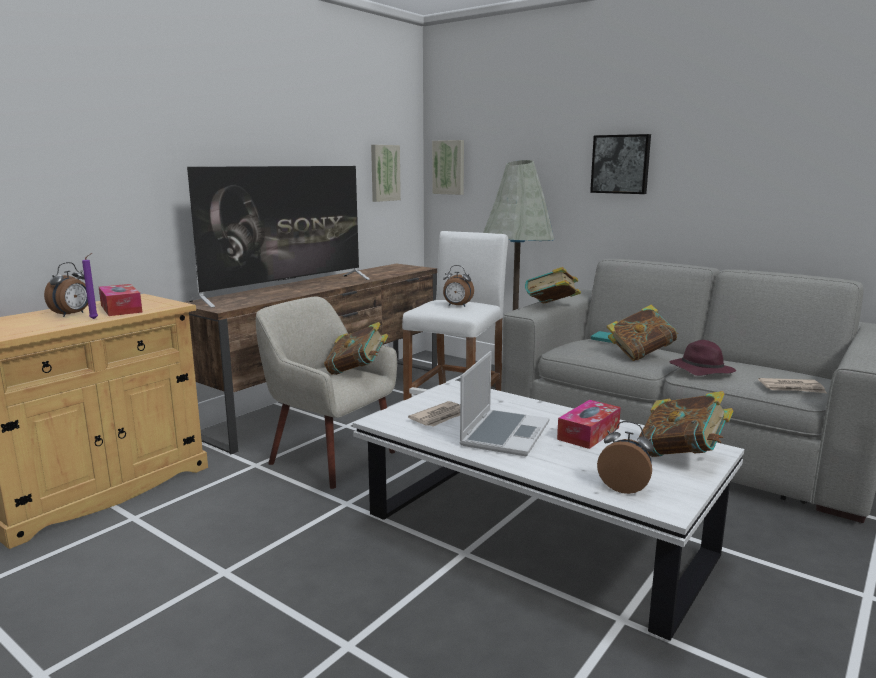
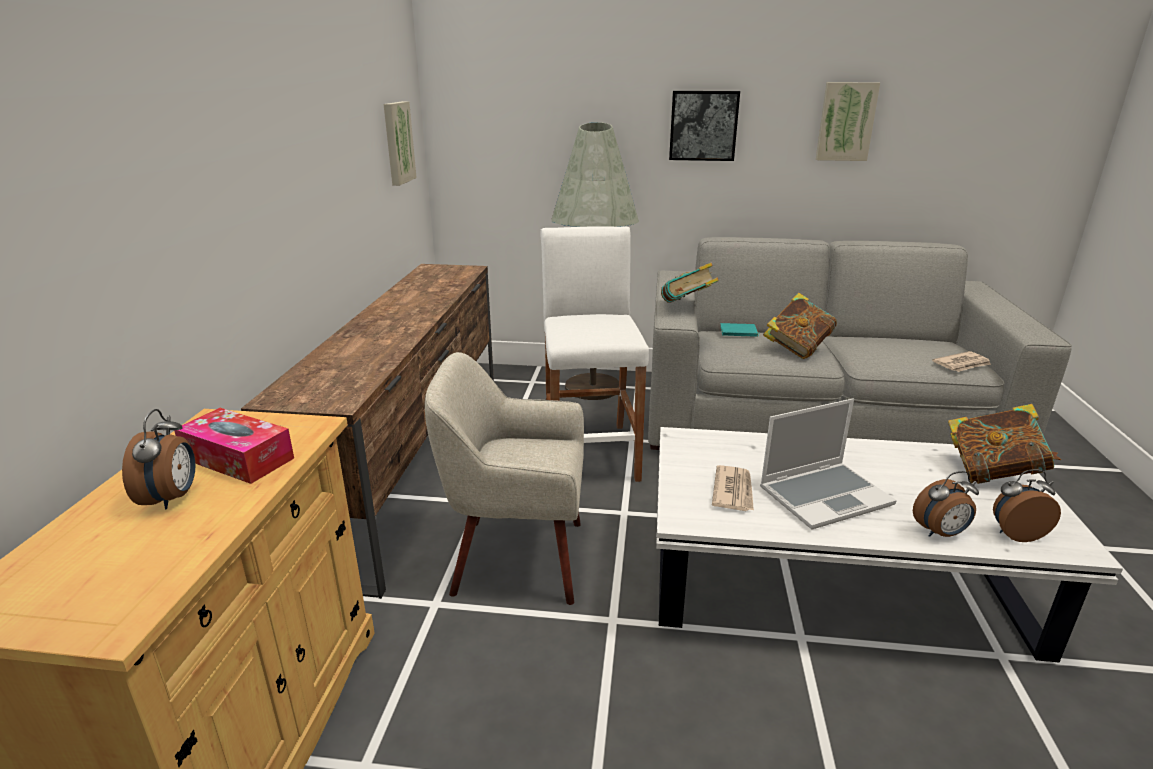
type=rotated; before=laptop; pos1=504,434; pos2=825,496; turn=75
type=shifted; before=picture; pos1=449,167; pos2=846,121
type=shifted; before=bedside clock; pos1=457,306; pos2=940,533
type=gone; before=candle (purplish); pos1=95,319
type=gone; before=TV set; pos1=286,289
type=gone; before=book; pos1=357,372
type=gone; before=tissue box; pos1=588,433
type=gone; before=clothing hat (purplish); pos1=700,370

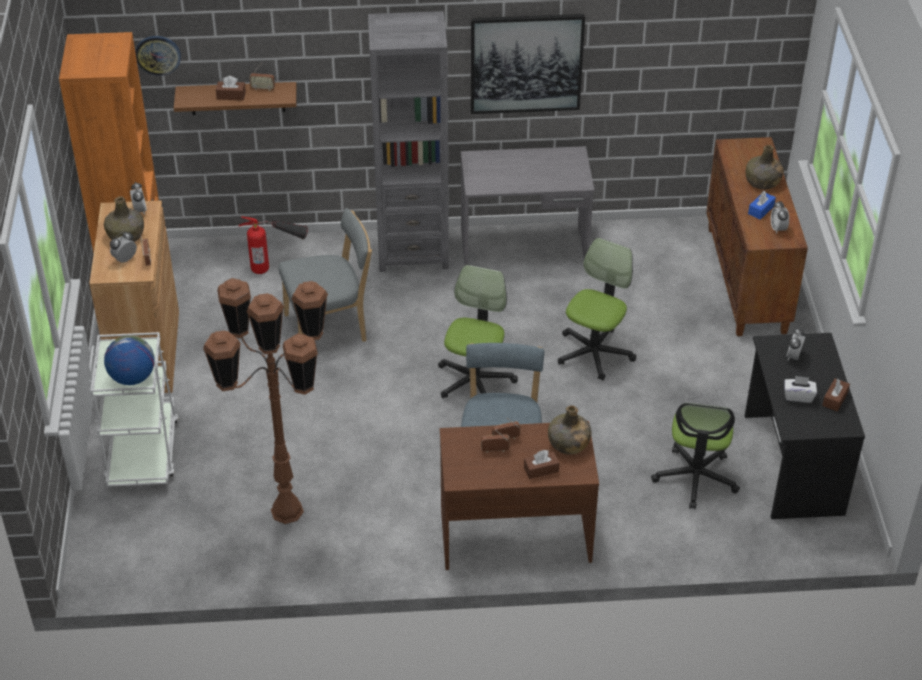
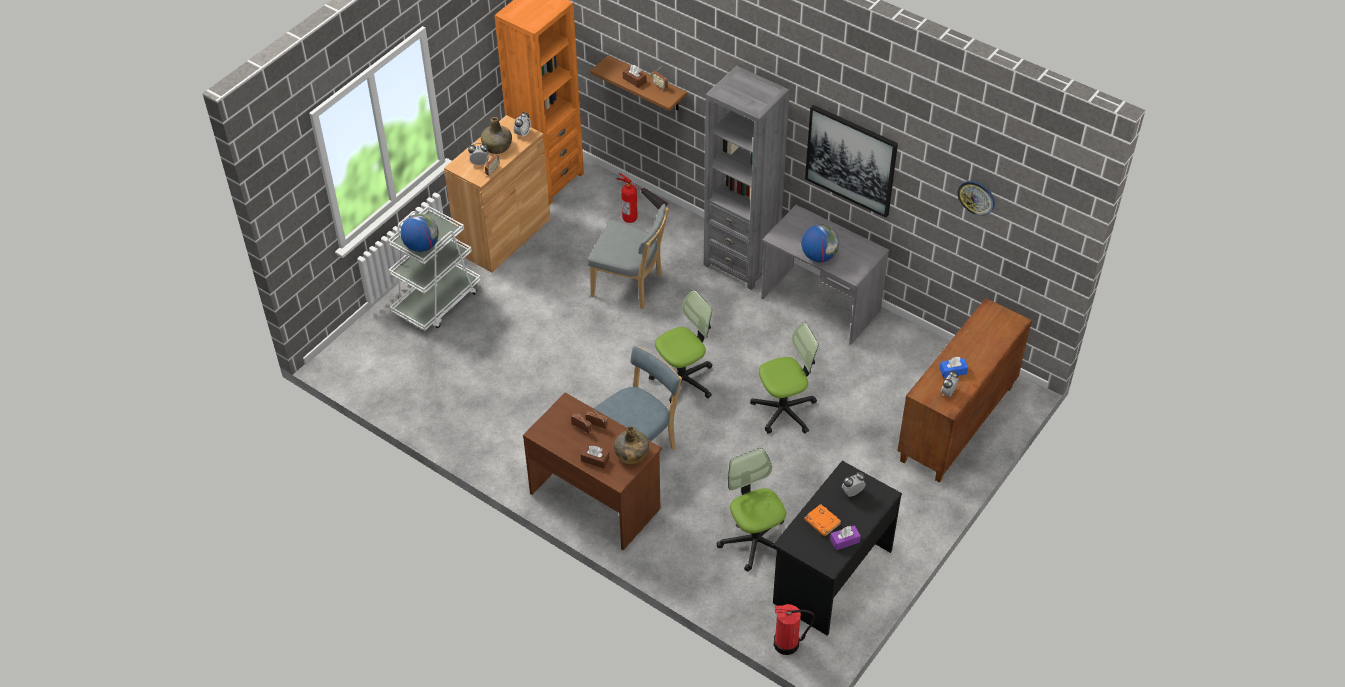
type=rotated; before=office chair; pos1=695,478; pos2=754,541; turn=105
type=new; after=fire extinguisher; pos2=787,644
type=new; after=globe; pos2=819,256
type=swapped; before=tissue box (white); after=book (orange-coloured); pos1=798,396; pos2=821,522
type=repainted; before=tissue box (brown-coloured); after=tissue box (purplish); pos1=835,399; pos2=844,541
type=shifted; before=clock on the wall; pos1=158,54; pos2=976,197
type=gone; before=standard lamp (brown-coloured); pos1=287,512
type=gone; before=bottle (greenish); pos1=762,182

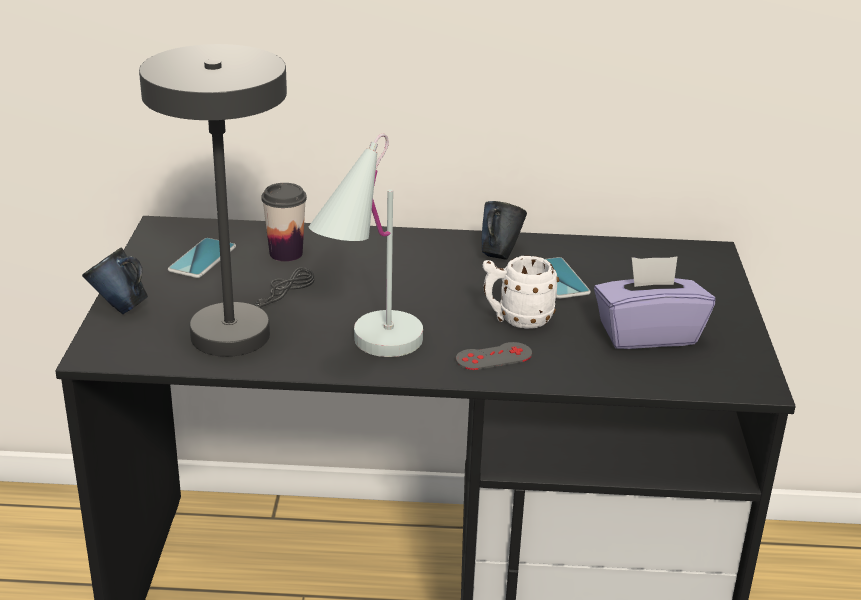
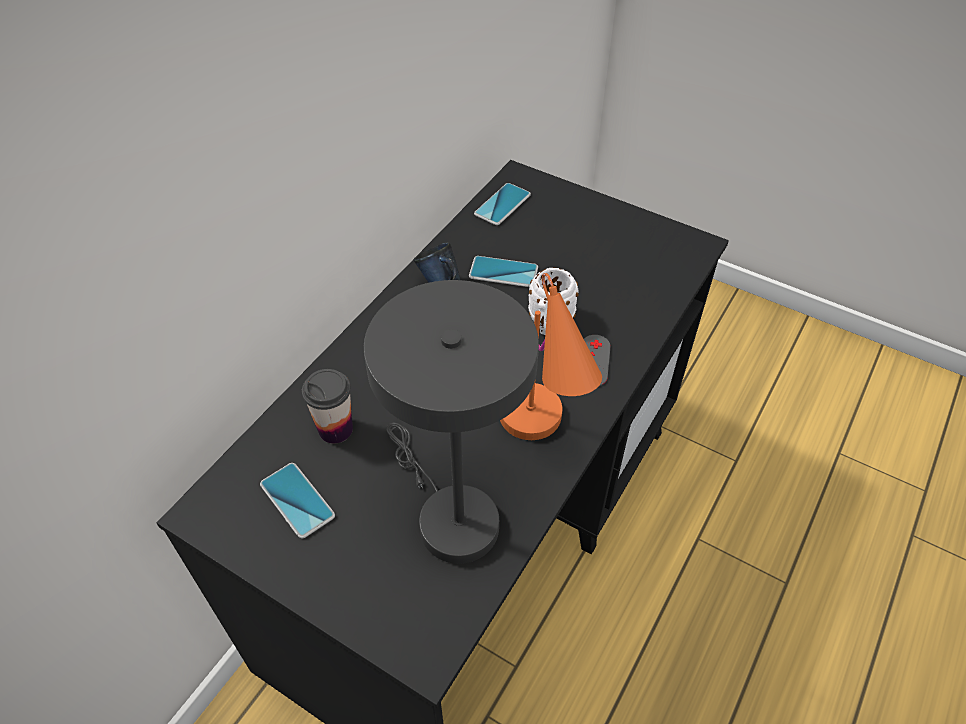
type=new; after=telephone; pos2=502,204
type=repainted; before=lamp for a table (white); after=lamp for a table (orange-coloured); pos1=367,352; pos2=543,437
type=gone; before=mug (blue); pos1=119,308
type=gone; before=tissue box (purplish); pos1=647,334

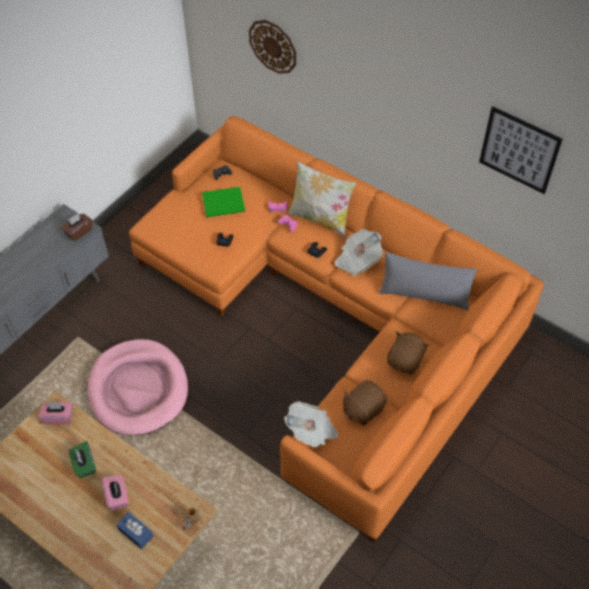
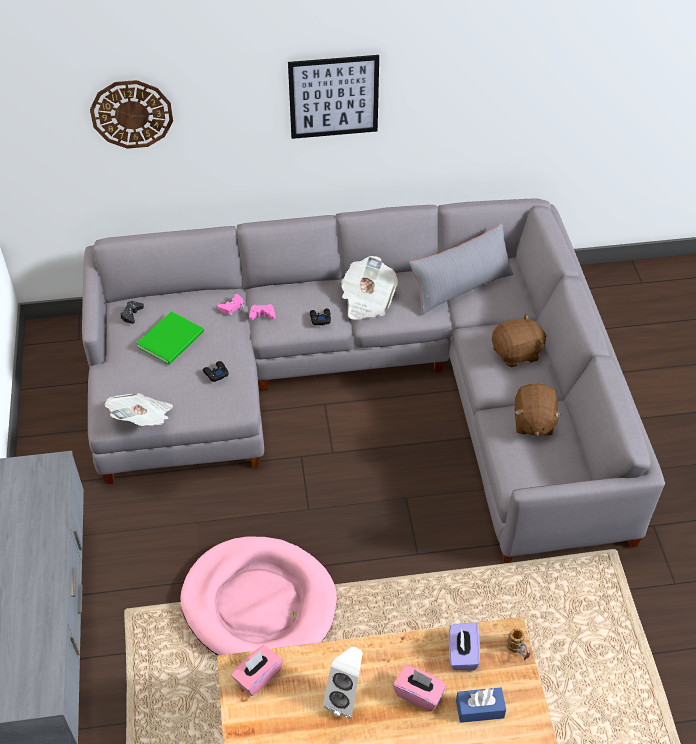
type=repainted; before=sofa (orange-coloured); after=sofa (grey); pos1=334,316; pos2=368,384
type=shifted; before=printed paper; pos1=311,431; pos2=143,419
type=shifted; before=picture; pos1=519,150; pos2=334,97
type=swapped; before=tissue box (greenish); after=speaker (white); pos1=84,465; pos2=346,696
type=new; after=tissue box (purplish); pos2=462,653
type=rotated; before=plush toy (brown-coloured); pos1=405,361; pos2=517,353; turn=90
type=gone; before=tissue box (brown-coloured); pos1=79,231
type=gone; before=throw pillow; pos1=320,219

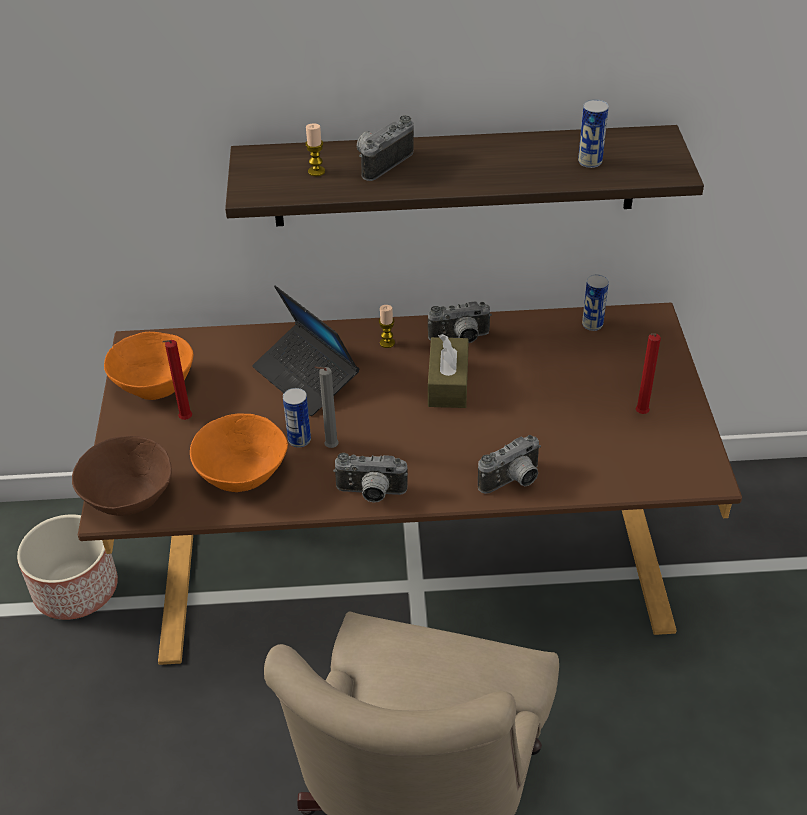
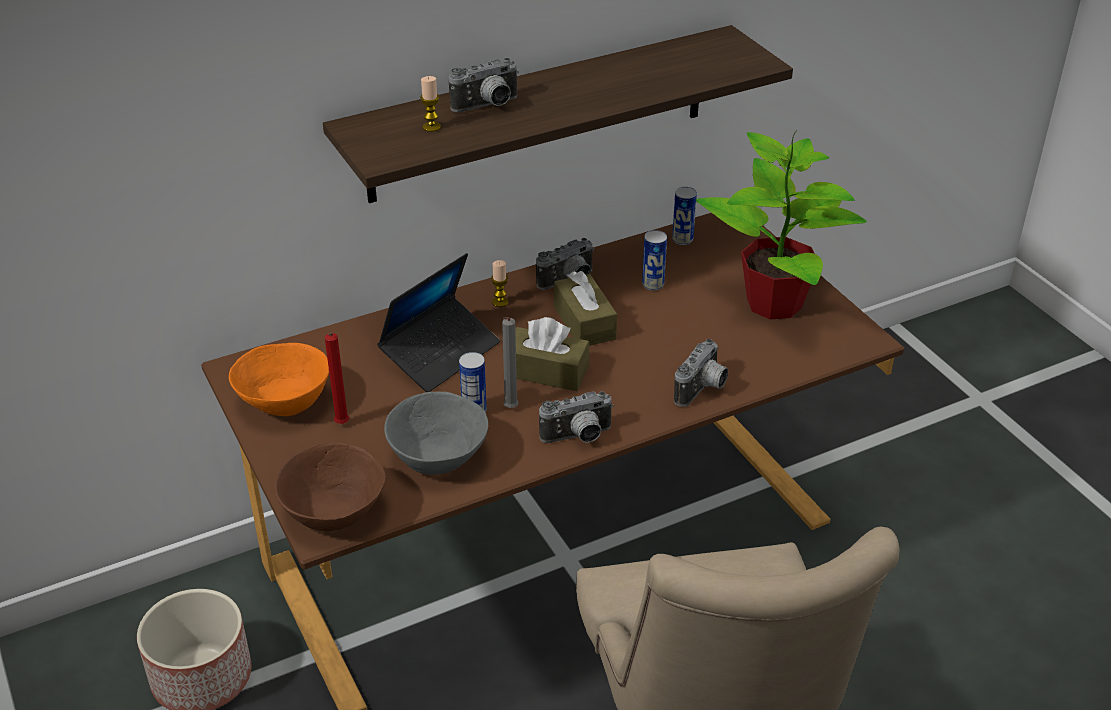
type=rotated; before=laptop; pos1=306,377; pos2=440,353; turn=-75
type=repainted; before=bowl (orange-coloured); after=bowl (grey); pos1=241,475; pos2=438,458
type=rotated; before=still camera; pos1=381,162; pos2=488,106; turn=-135
type=new; after=tissue box (brown-coloured); pos2=546,371
type=shifted; before=metal can; pos1=590,162; pos2=653,284
type=swapped; before=candle (red); after=houseplant; pos1=640,414; pos2=776,304

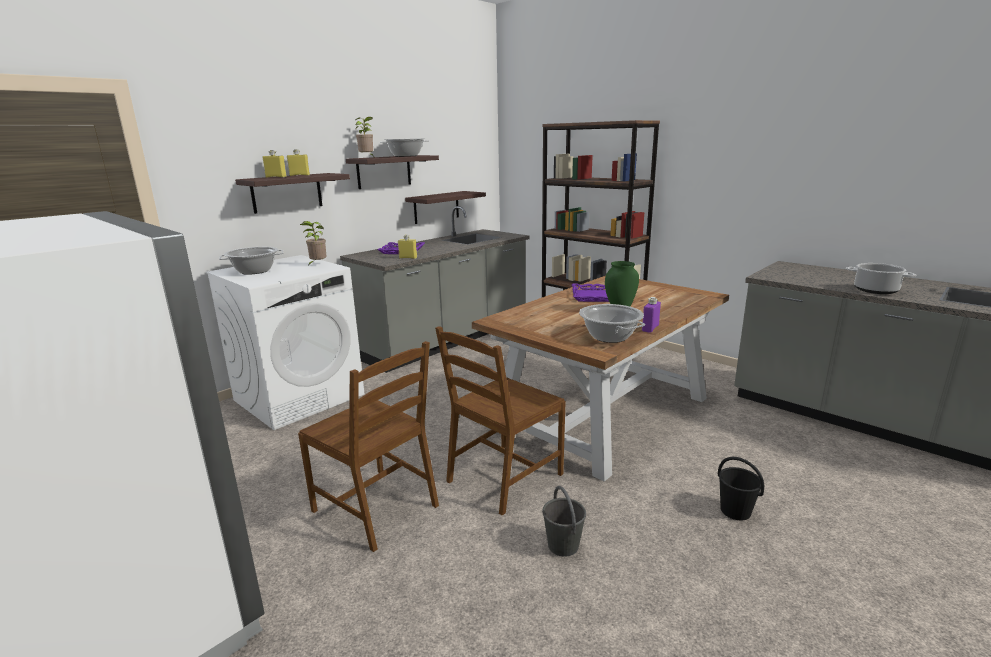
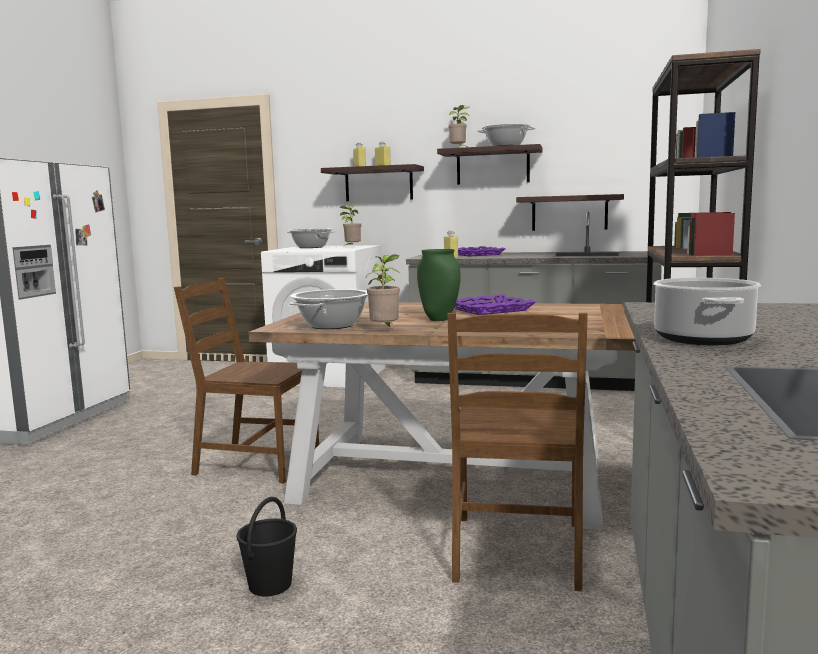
type=swapped; before=bottle (purplish); after=houseplant; pos1=650,328; pos2=385,330
type=shifted; before=upright chair (brown-coloured); pos1=377,507; pos2=518,551
type=gone; before=water bucket (grey); pos1=563,546

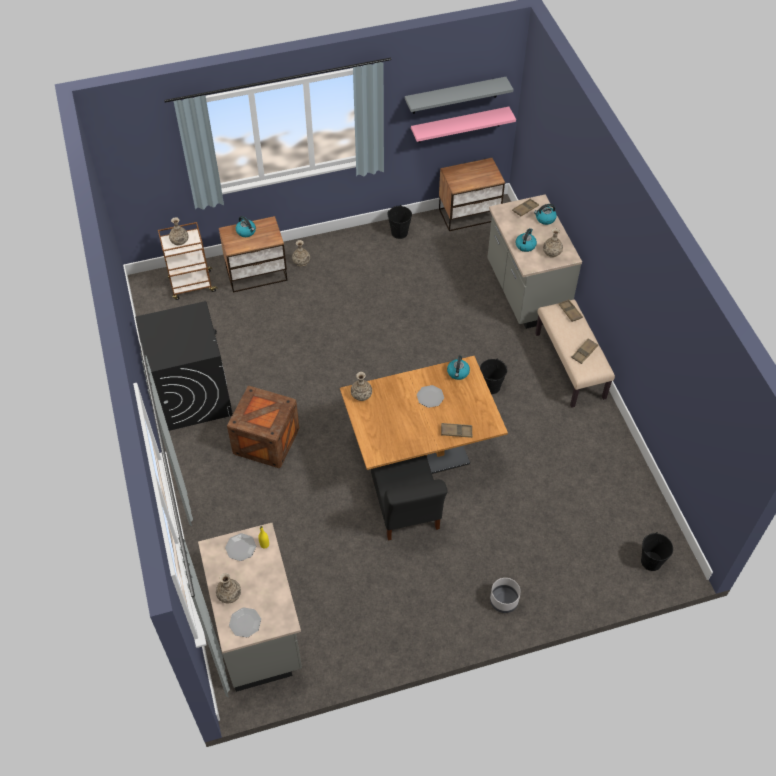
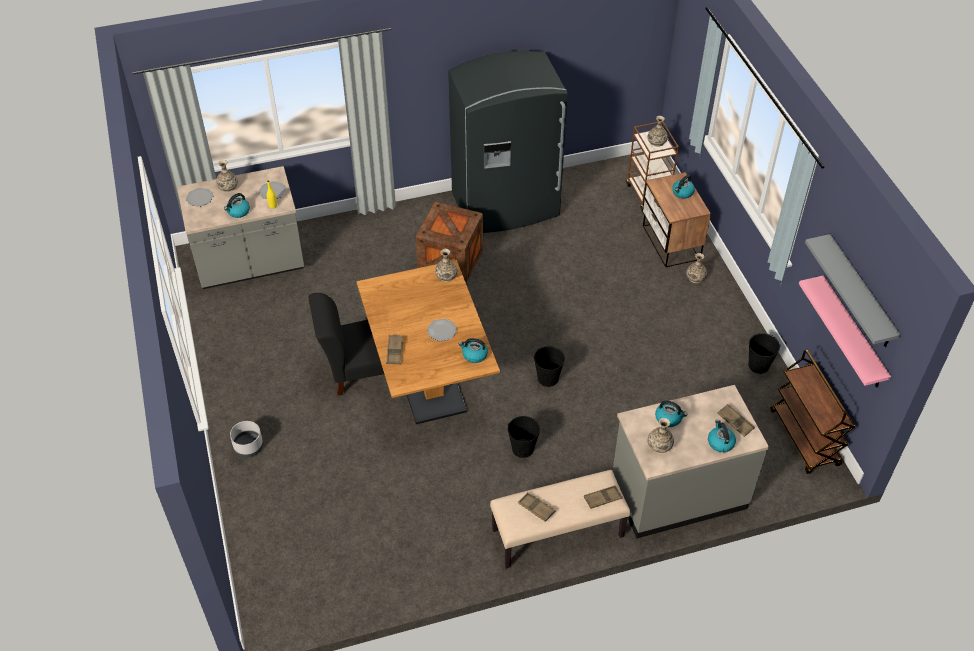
type=new; after=water kettle; pos2=238,212
type=swapped; before=laundry machine (black); after=kitchen fridge (grey); pos1=193,395; pos2=506,206
type=shifted; before=water bucket (black); pos1=651,561; pos2=548,378
type=swapped; before=night table; after=trolley (brown-coloured); pos1=469,215; pos2=805,438

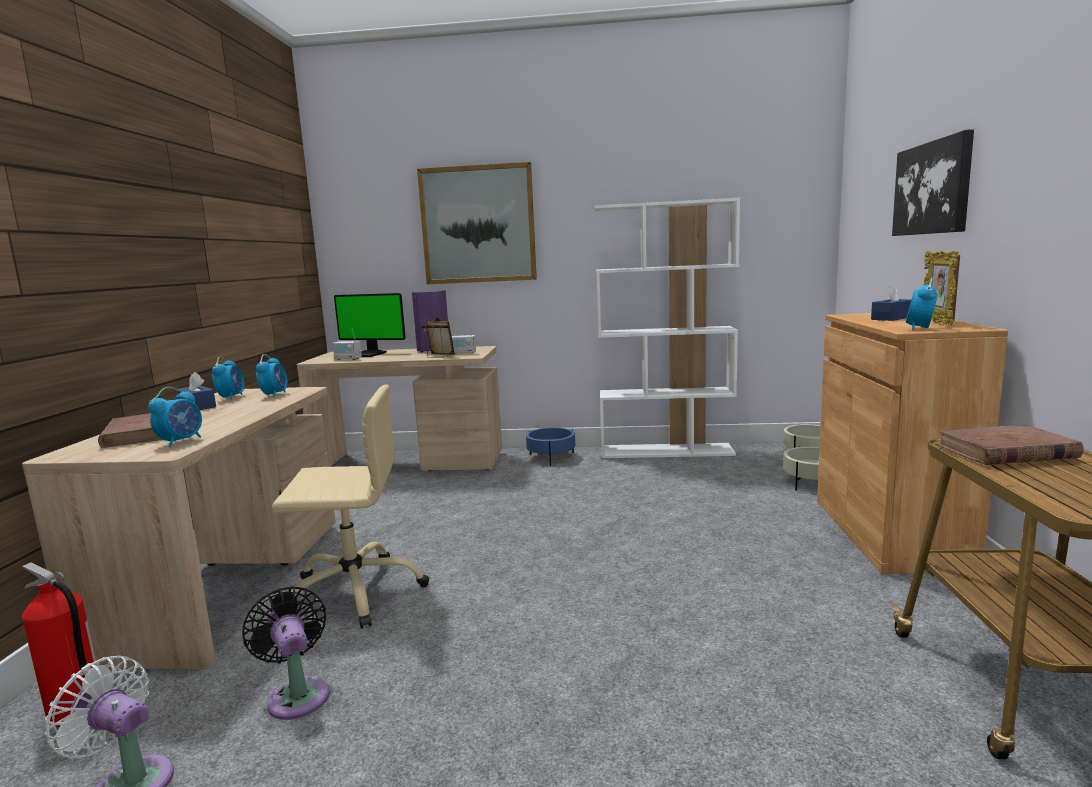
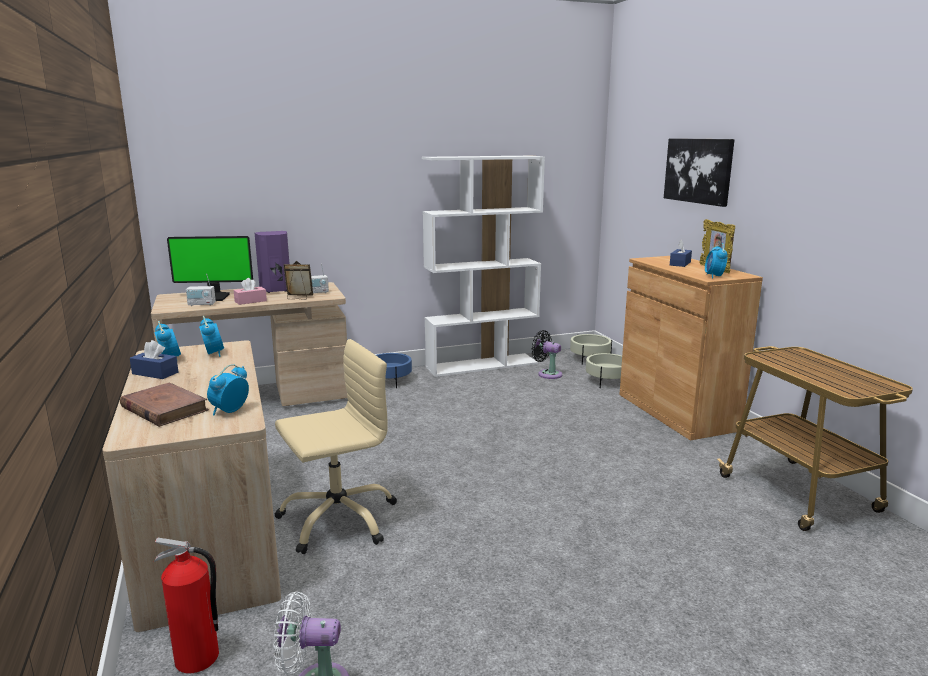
type=rotated; before=bedside clock; pos1=181,441; pos2=229,411; turn=-150
type=new; after=tissue box (pinkish); pos2=250,301
type=shifted; before=fan (black); pos1=297,694; pos2=547,374
type=gone; before=picture; pos1=478,225
type=gone; before=book (brown-coloured); pos1=1005,451

